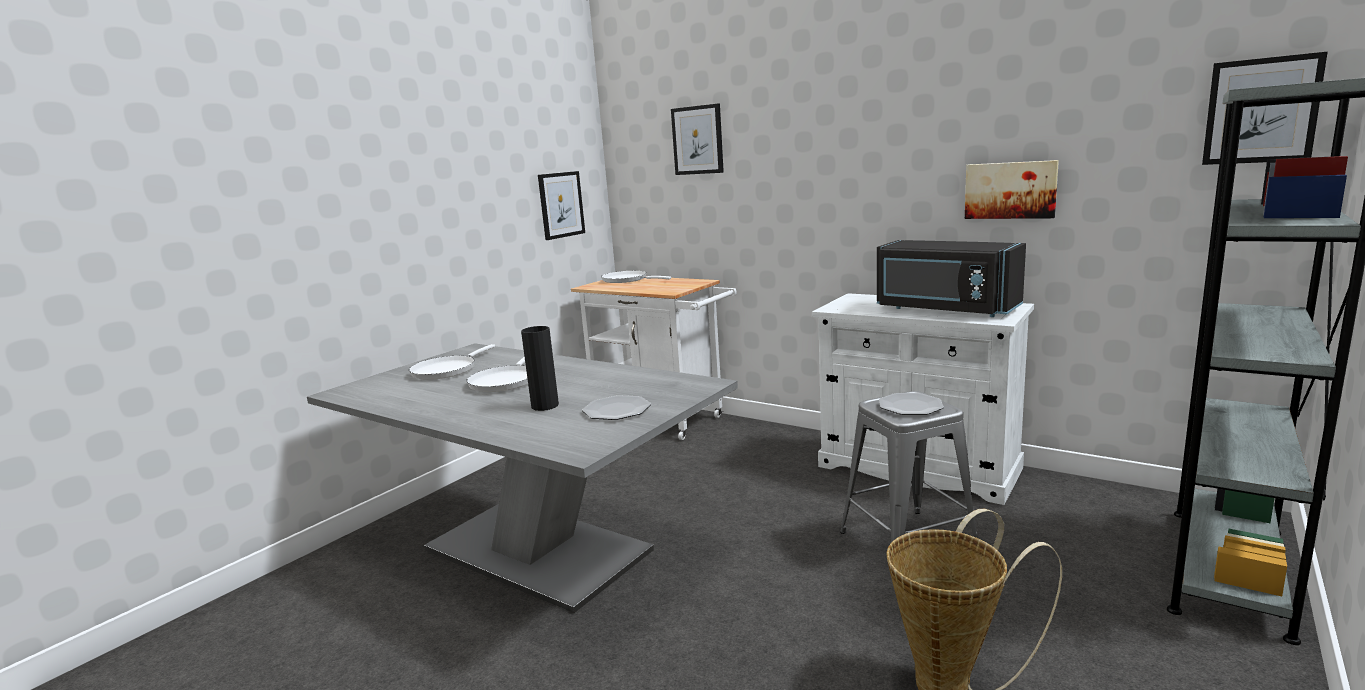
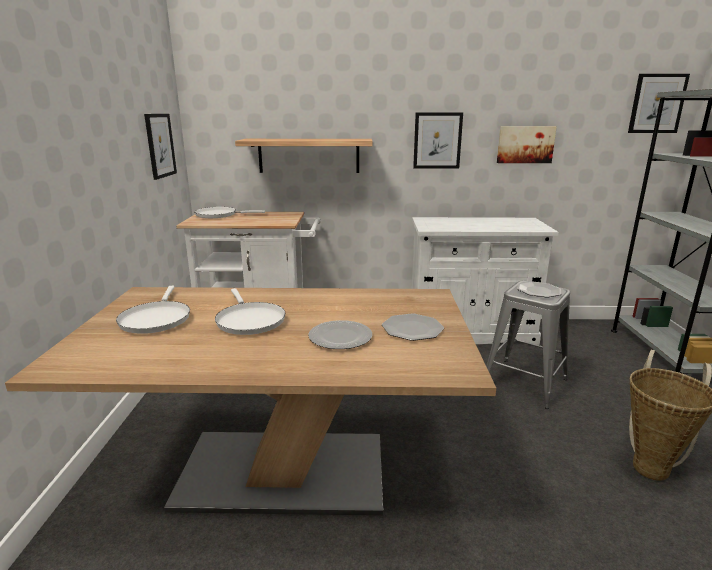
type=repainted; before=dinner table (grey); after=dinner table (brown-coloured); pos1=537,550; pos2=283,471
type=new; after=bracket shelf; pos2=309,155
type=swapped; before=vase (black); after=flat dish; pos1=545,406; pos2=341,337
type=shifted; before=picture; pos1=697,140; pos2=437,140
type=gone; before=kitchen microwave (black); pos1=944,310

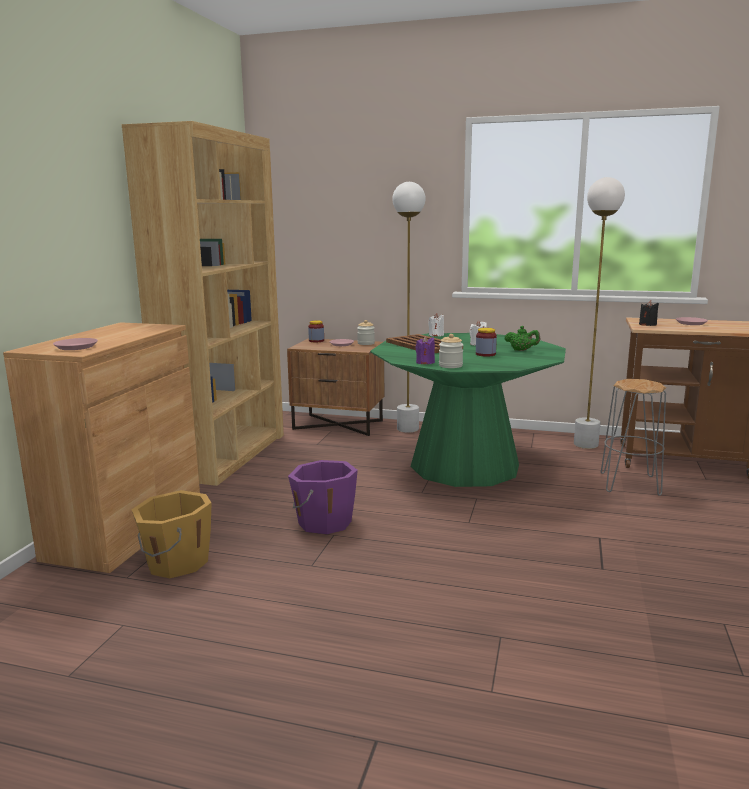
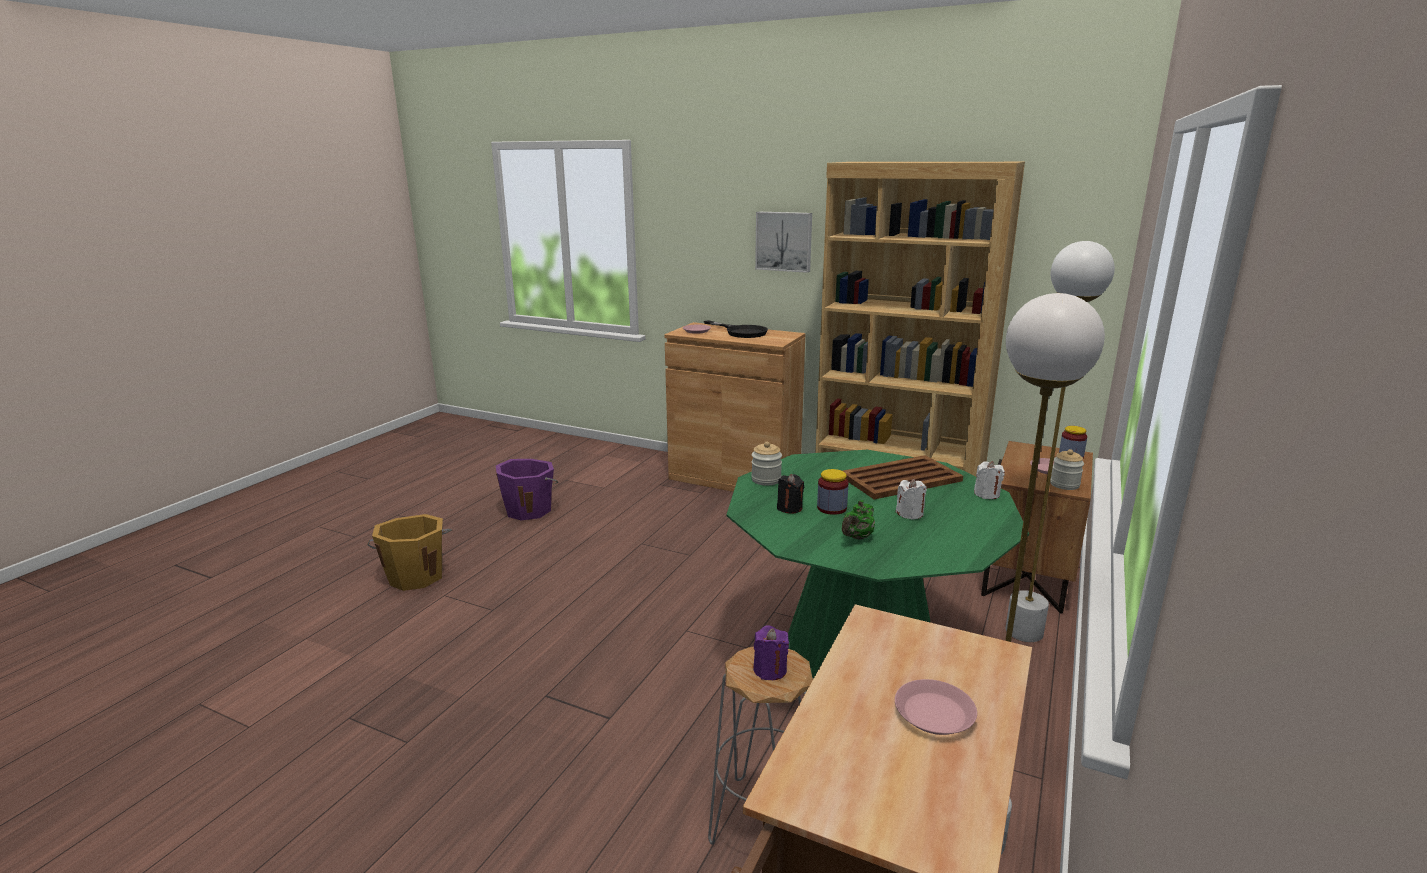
type=shifted; before=water bucket (orange-coloured); pos1=176,562; pos2=416,576
type=shifted; before=water bucket (purplish); pos1=323,522; pos2=529,510
type=new; after=pan (black); pos2=741,332
type=shifted; before=candle (purplish); pos1=425,362; pos2=770,670
type=new; after=picture; pos2=784,241
type=shifted; before=candle (black); pos1=647,325; pos2=789,508

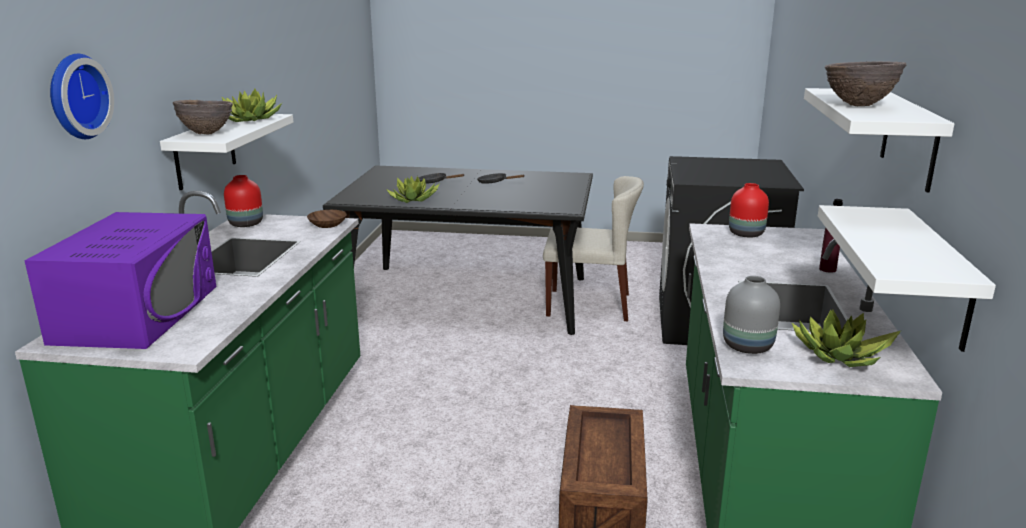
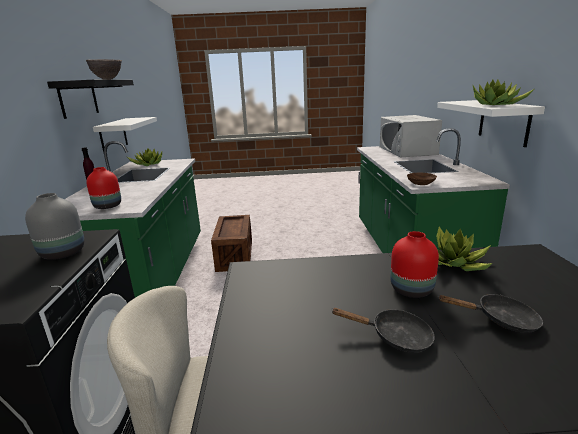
type=shifted; before=vase (grey); pos1=749,347; pos2=62,253
type=repainted; before=bracket shelf (white); after=bracket shelf (black); pos1=909,139; pos2=78,98
type=repainted; before=kitchen microwave (purplish); after=kitchen microwave (white); pos1=137,313; pos2=407,150
type=shifted; before=vase (red); pos1=245,224; pos2=411,289
type=gone; before=clock on the wall; pos1=75,96
type=gone; before=bowl (brown-coloured); pos1=207,133

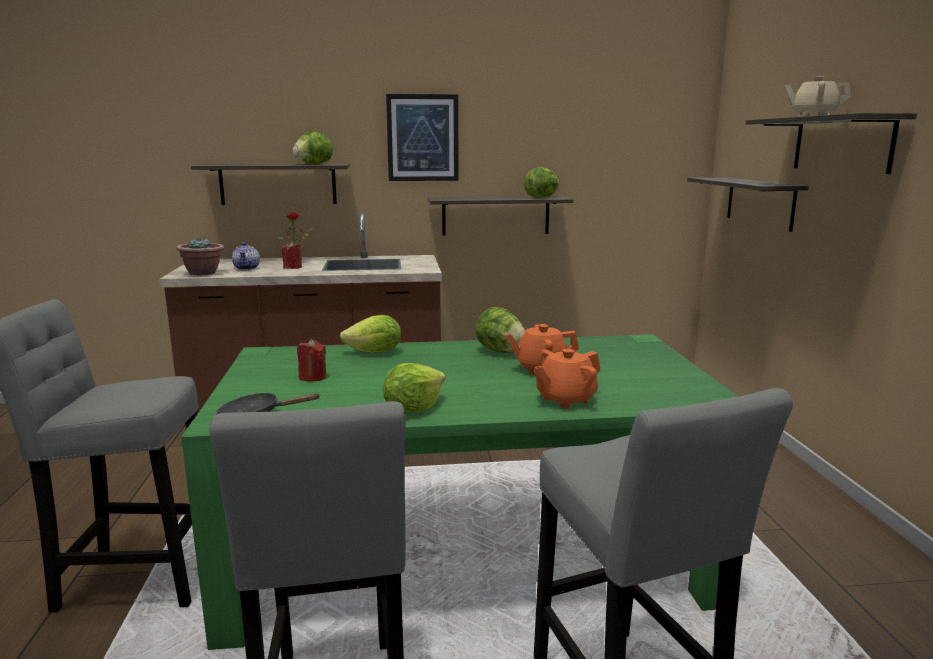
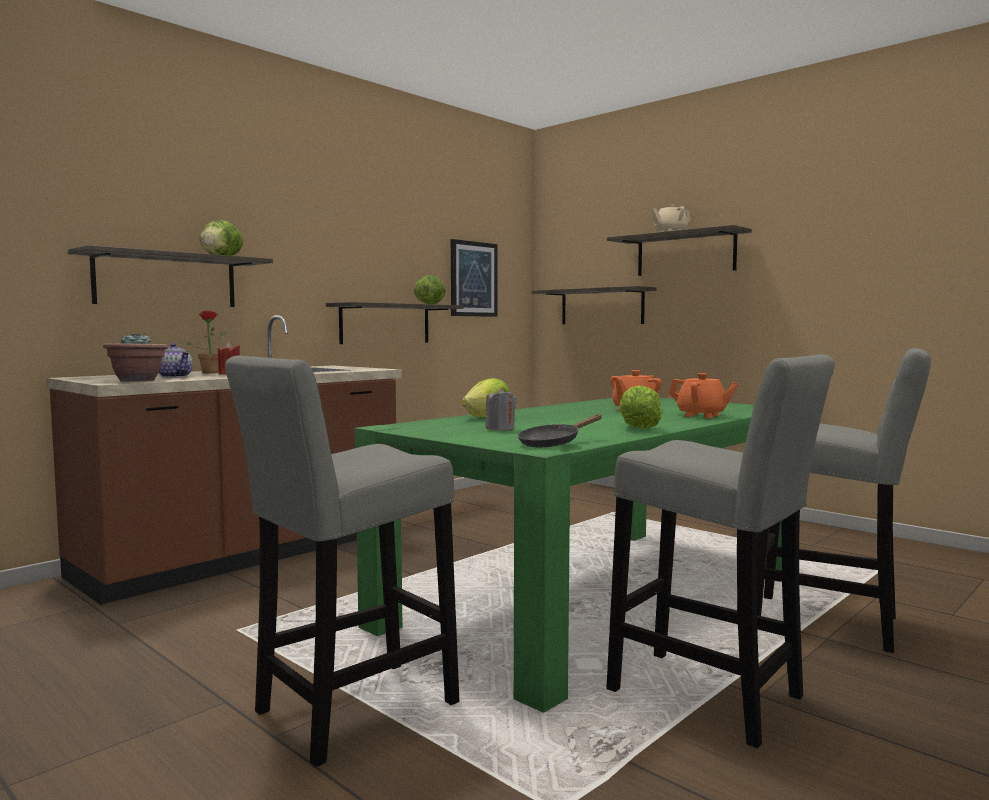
type=shifted; before=picture; pos1=422,138; pos2=473,279
type=repainted; before=candle (red); after=candle (grey); pos1=312,377; pos2=500,429
type=rotated; before=teapot (orange-coloured); pos1=565,399; pos2=702,415; turn=-75
type=gone; before=head of lettuce; pos1=500,351

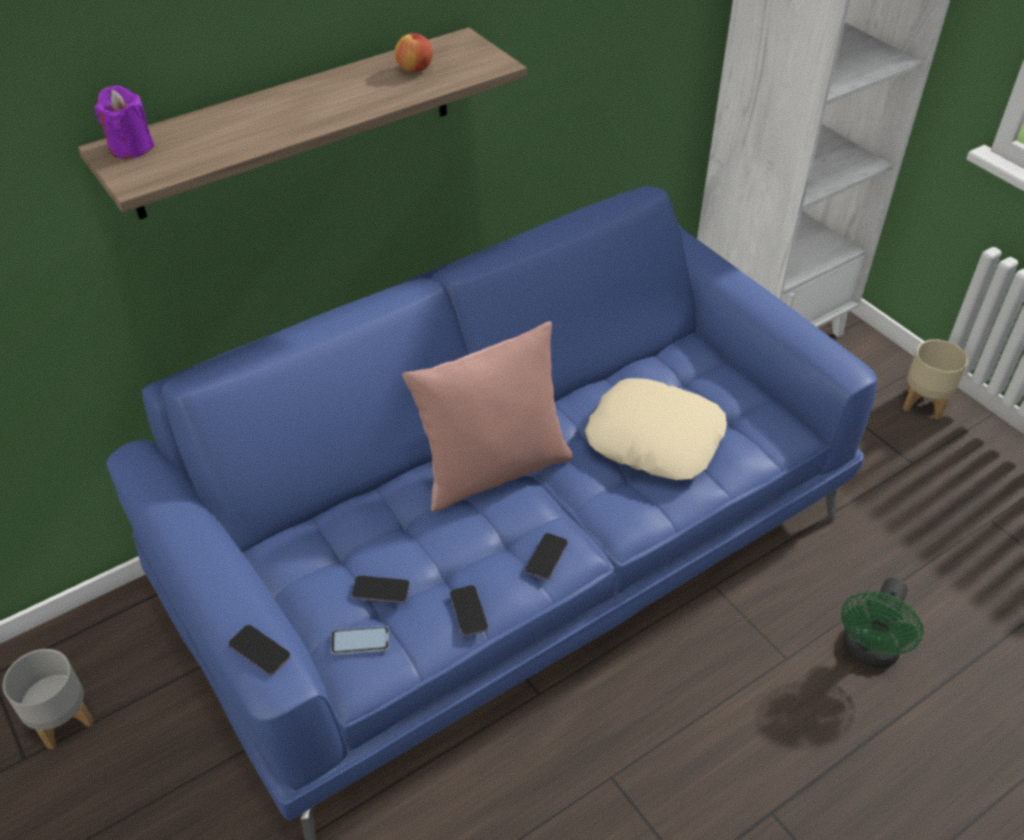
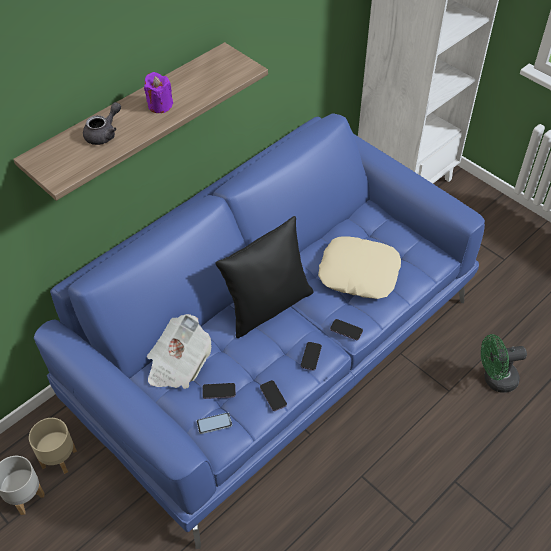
type=shifted; before=flower pot (beige-coloured); pos1=922,403; pos2=58,458
type=new; after=teapot (grey); pos2=104,134
type=shifted; before=candle (purplish); pos1=131,147; pos2=160,105
type=new; after=printed paper; pos2=177,363
type=repainted; before=throw pillow (pinkish); after=throw pillow (black); pos1=493,470; pos2=267,306
type=shifted; before=telephone; pos1=260,651; pos2=346,330
type=rotated; before=fan (greenish); pos1=868,652; pos2=495,380; turn=60
type=gone; before=whole apple; pos1=415,69

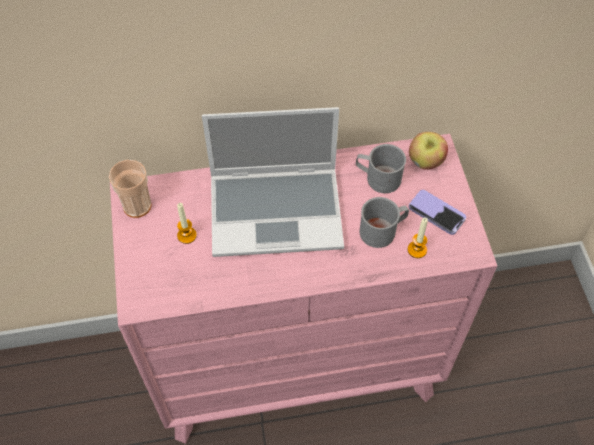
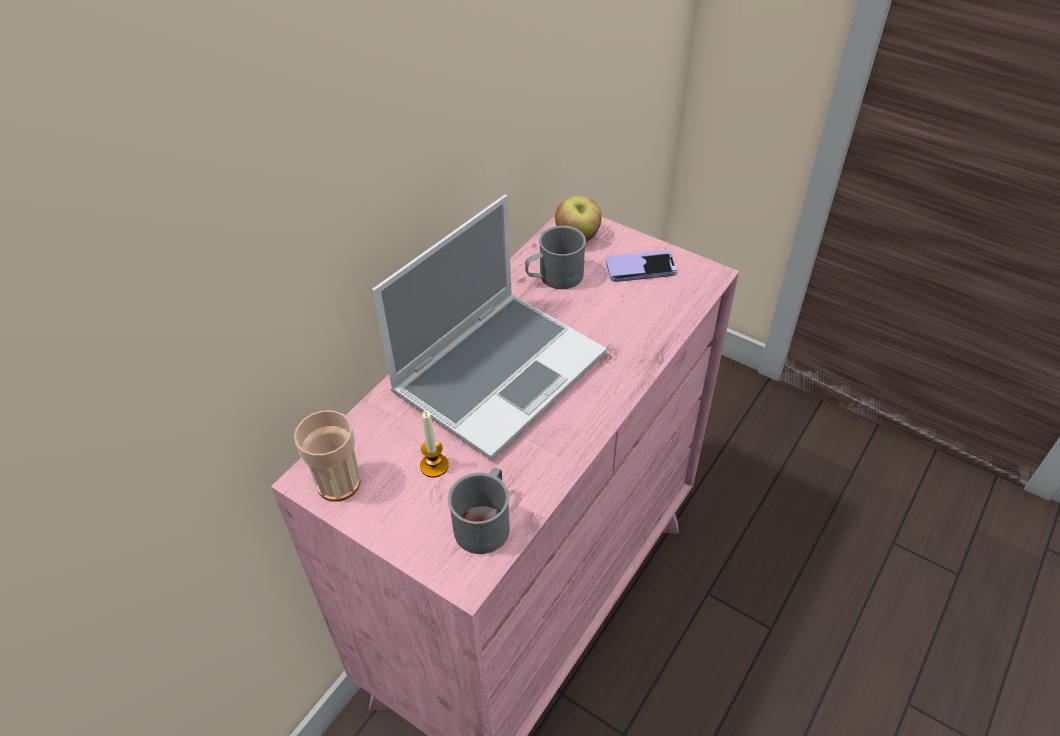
type=shifted; before=mug (grey); pos1=383,230; pos2=485,521
type=gone; before=candle; pos1=417,250

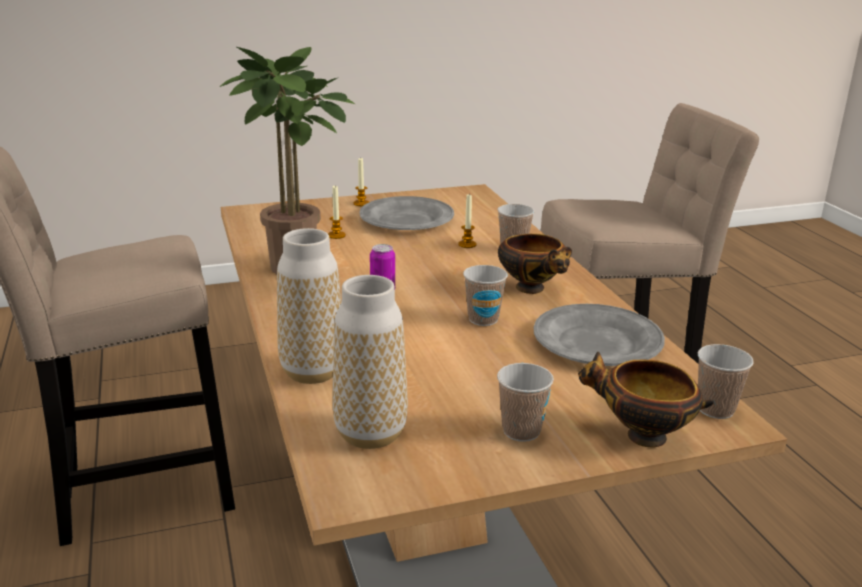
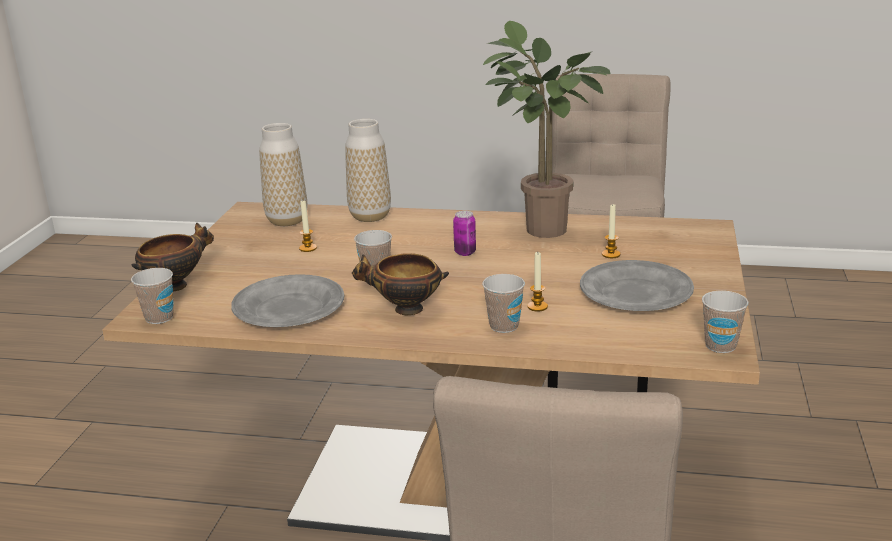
type=shifted; before=candle; pos1=361,203; pos2=308,248
type=shifted; before=drinking cup; pos1=521,431; pos2=720,346

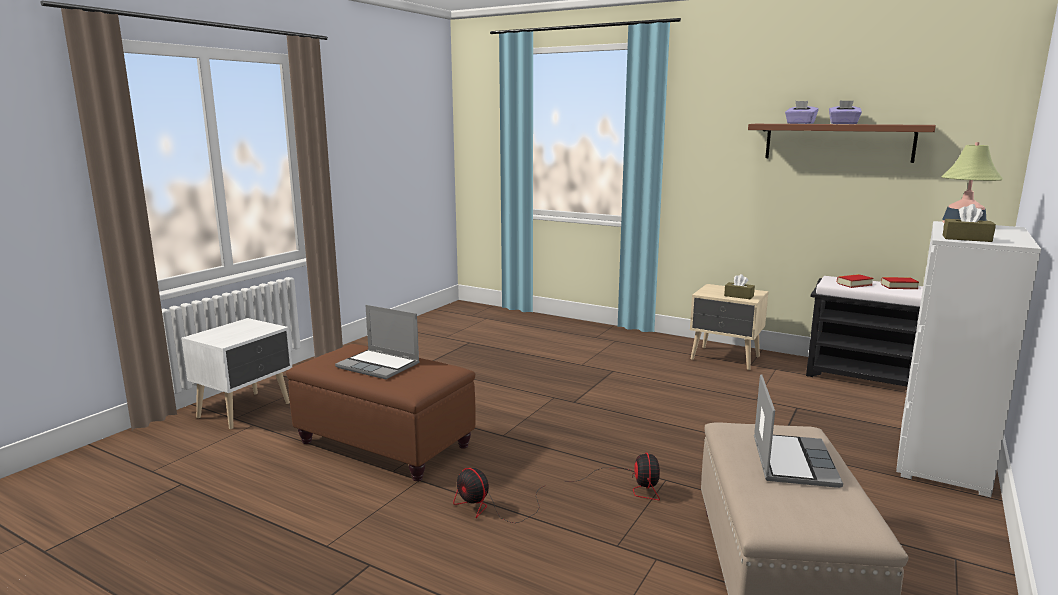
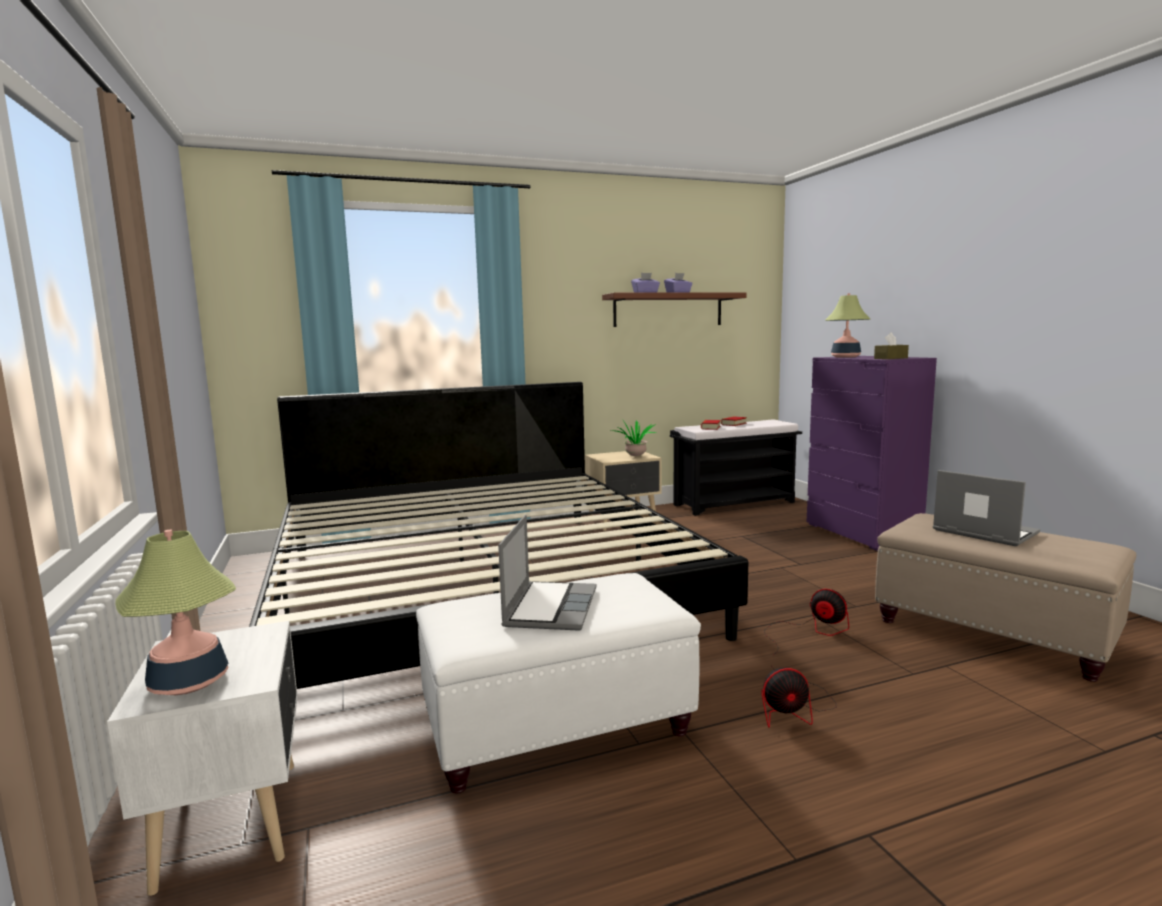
type=new; after=lamp for a table; pos2=189,682
type=new; after=bed; pos2=479,589
type=repainted; before=ottoman (brown-coloured); after=ottoman (white); pos1=385,444; pos2=558,726
type=rotated; before=laptop; pos1=379,365; pos2=550,607; turn=-60
type=swapped; before=tissue box (brown-coloured); after=houseplant; pos1=738,296; pos2=635,456
type=repainted; before=dresser (white); after=dresser (purplish); pos1=941,458; pos2=862,533

